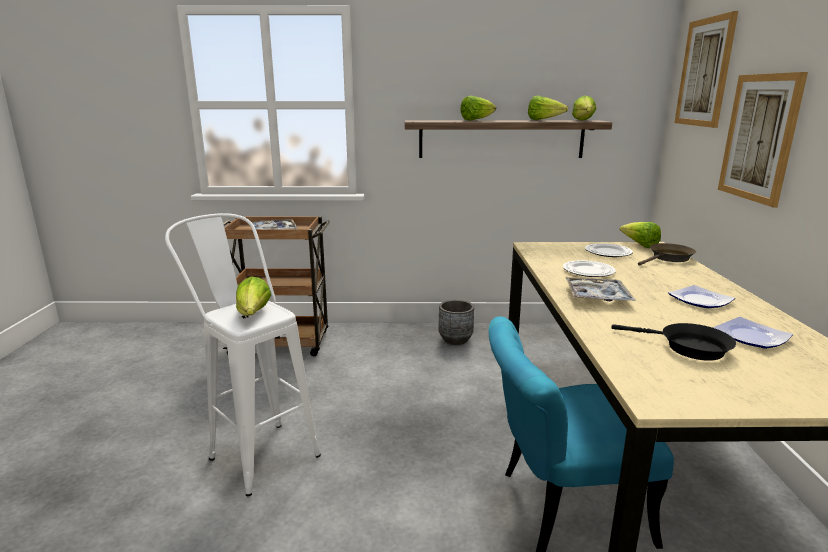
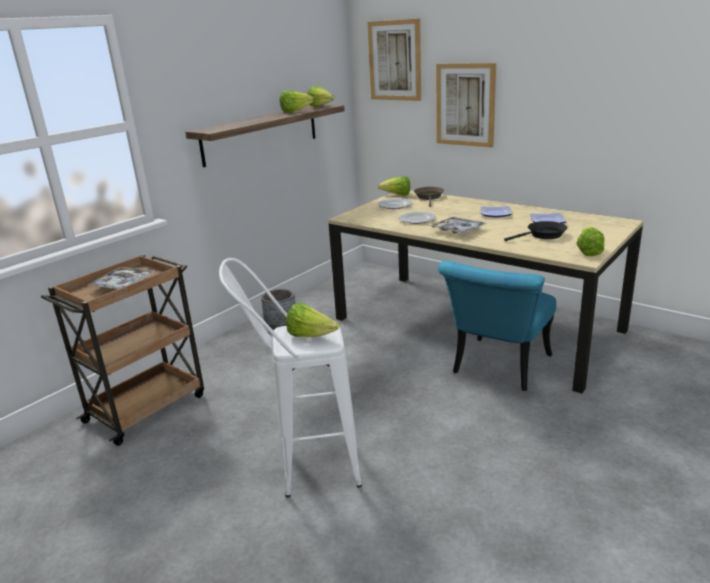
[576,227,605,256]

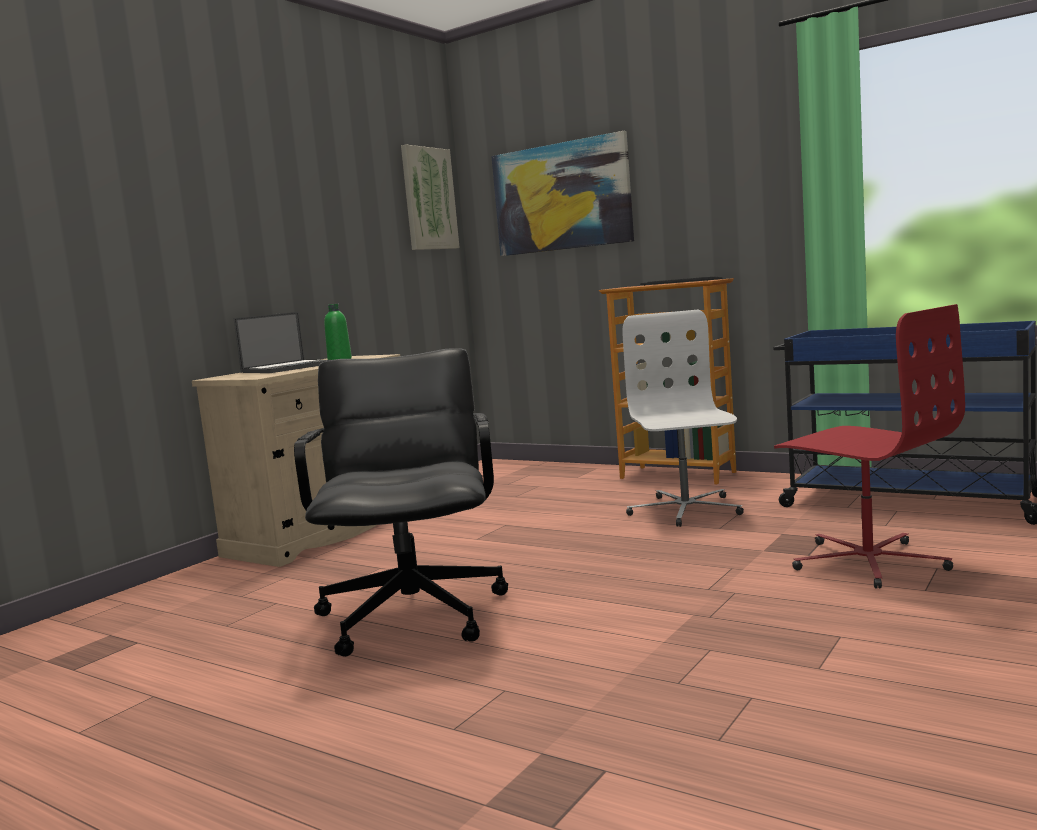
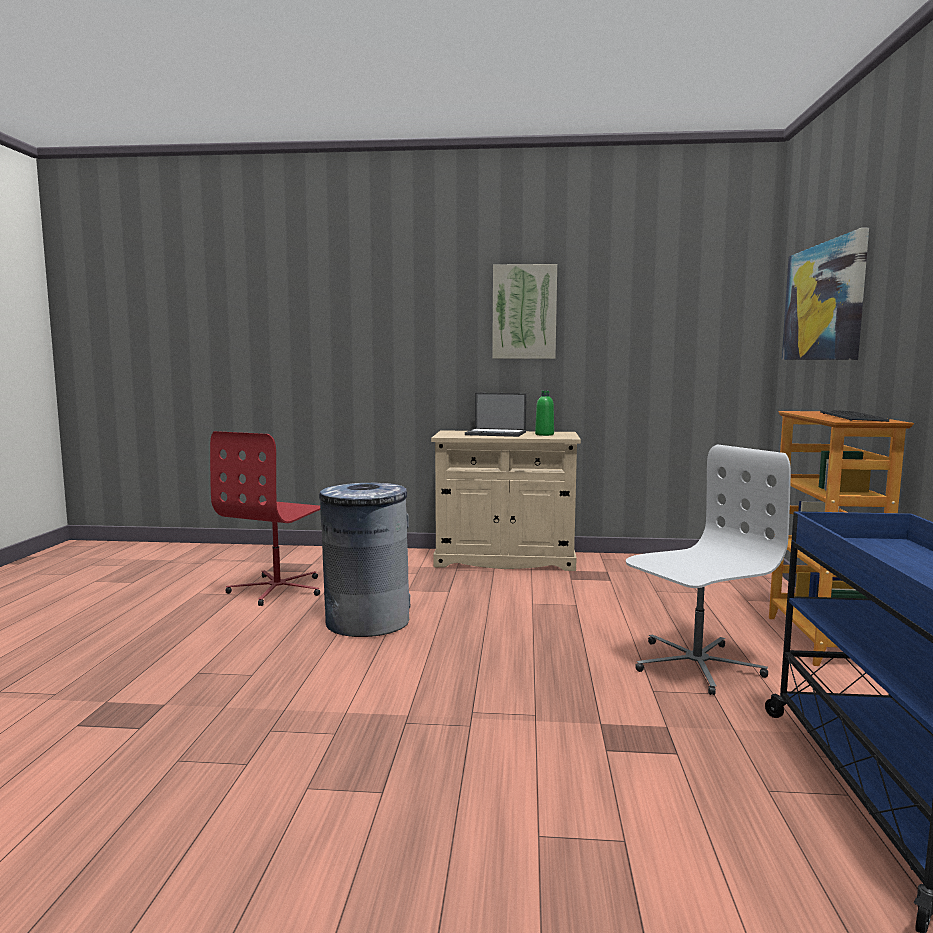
[210,431,320,606]
[319,483,410,637]
[492,264,557,359]

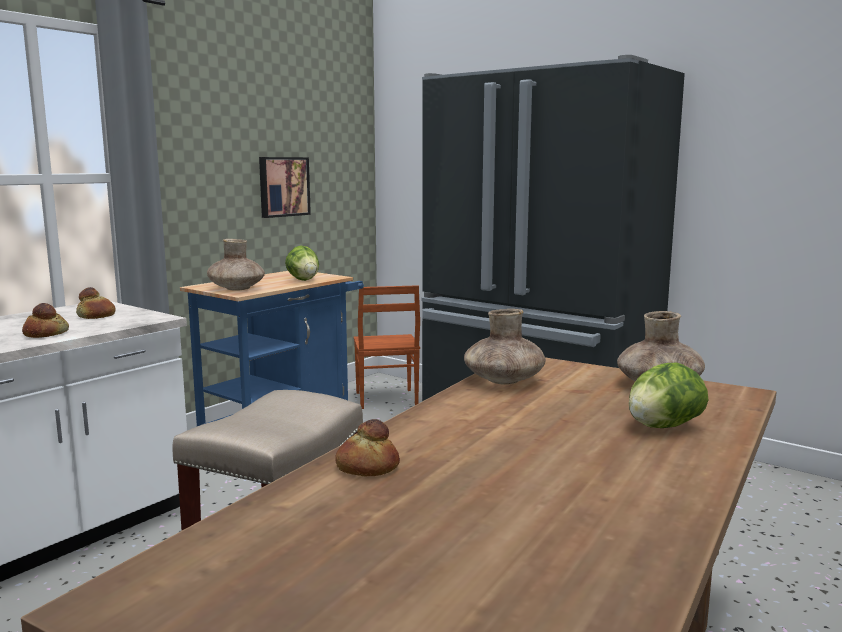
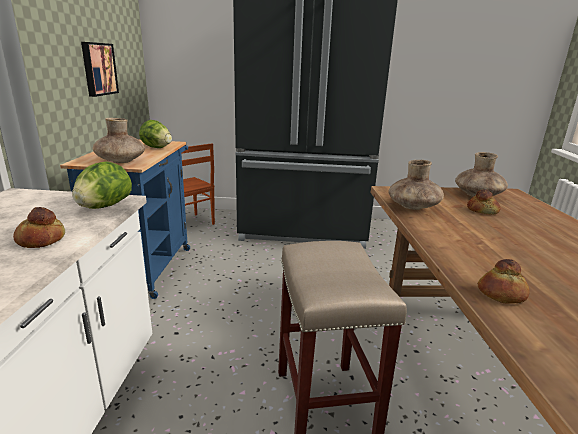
[72,161,132,209]
[467,189,500,215]

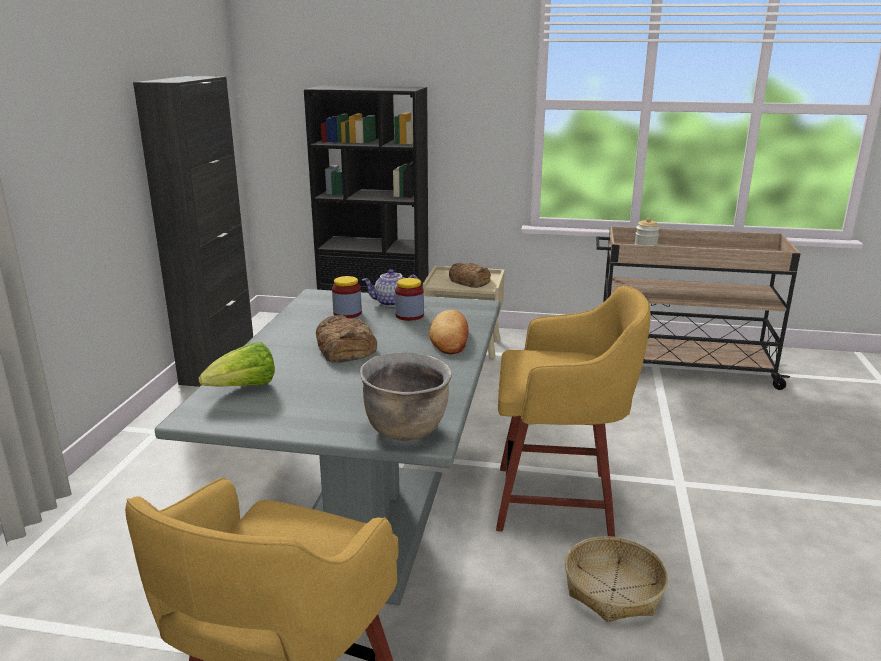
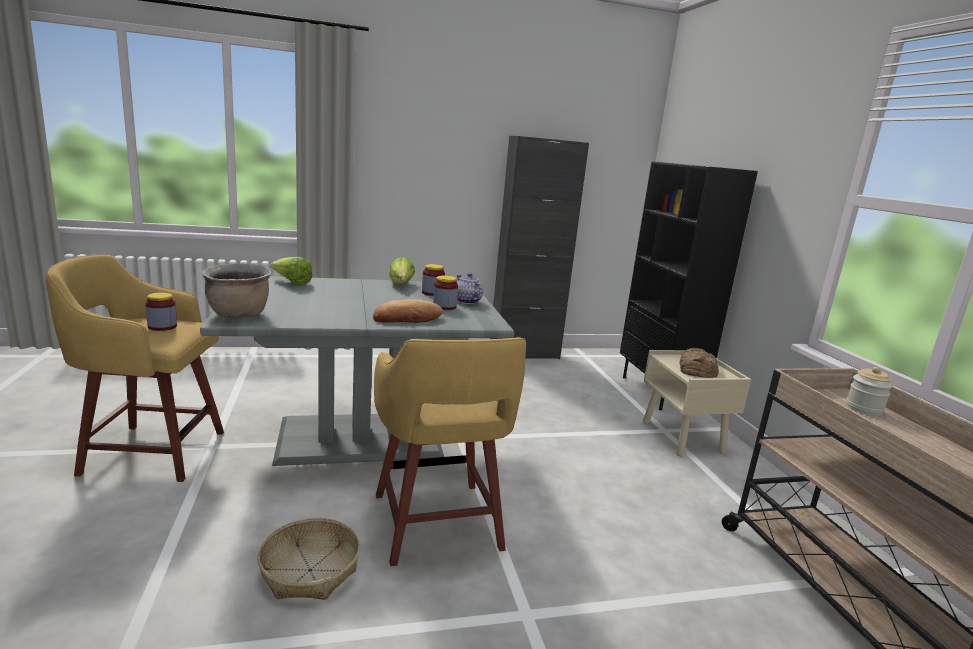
[145,292,177,331]
[389,257,415,283]
[316,315,377,363] (first image)

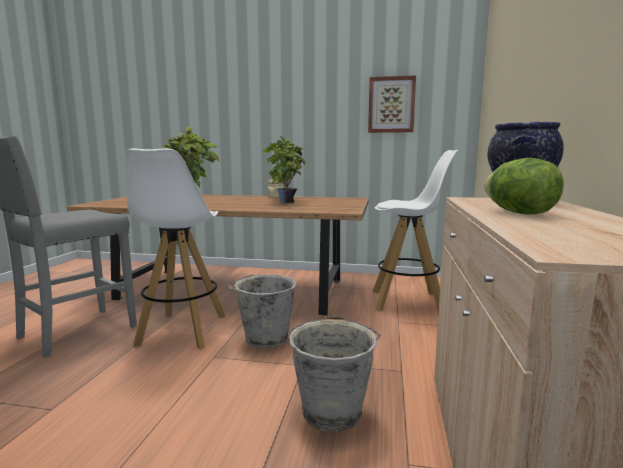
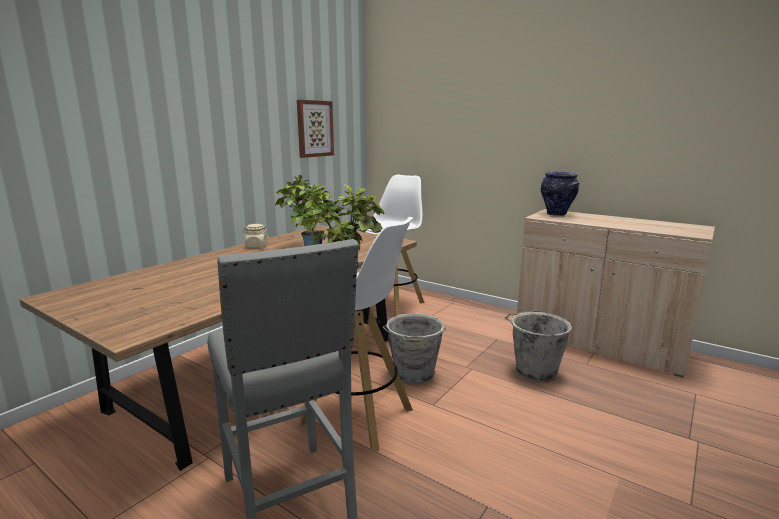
[484,158,564,215] (first image)

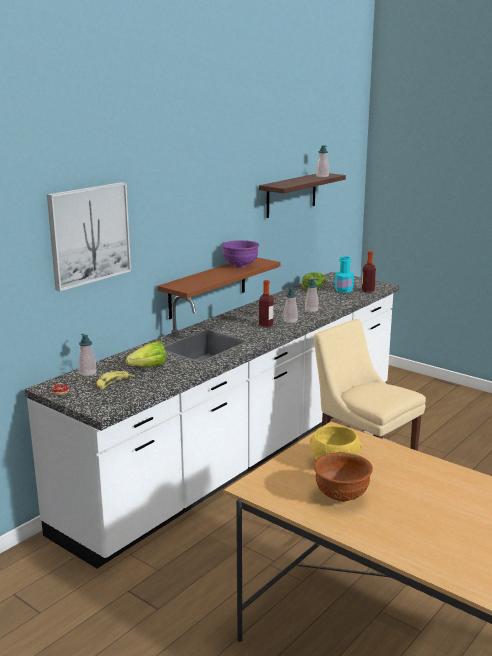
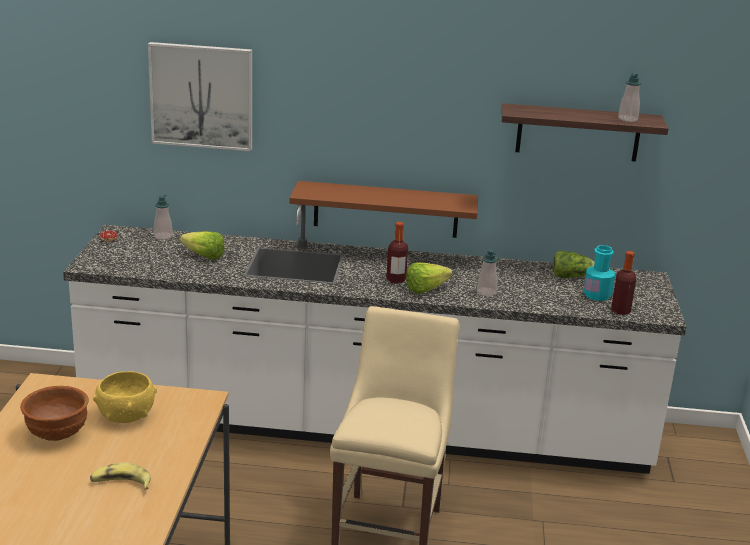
[90,462,151,490]
[406,262,452,293]
[222,240,259,267] (first image)

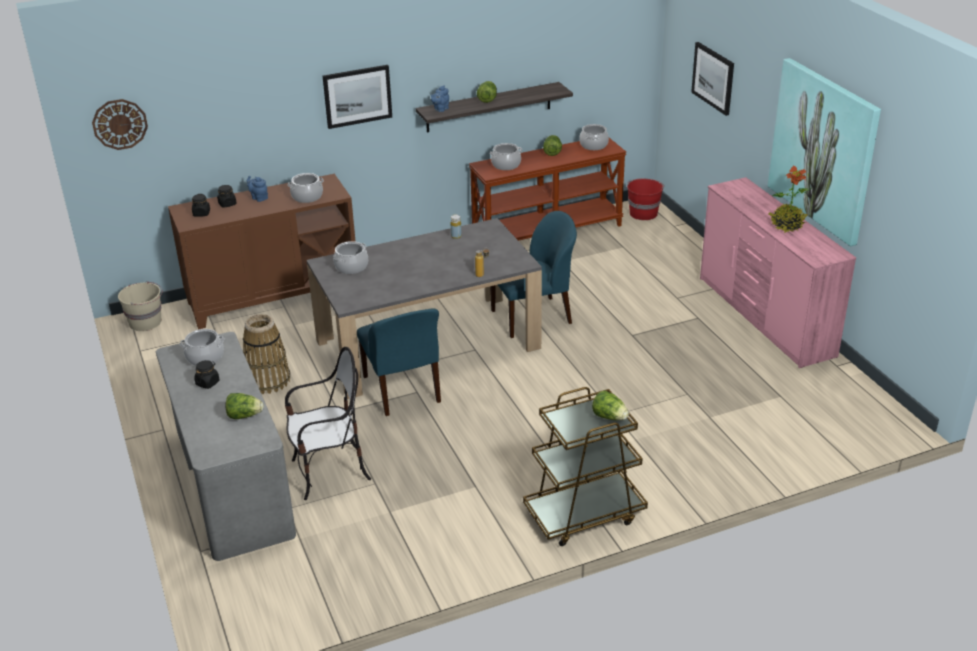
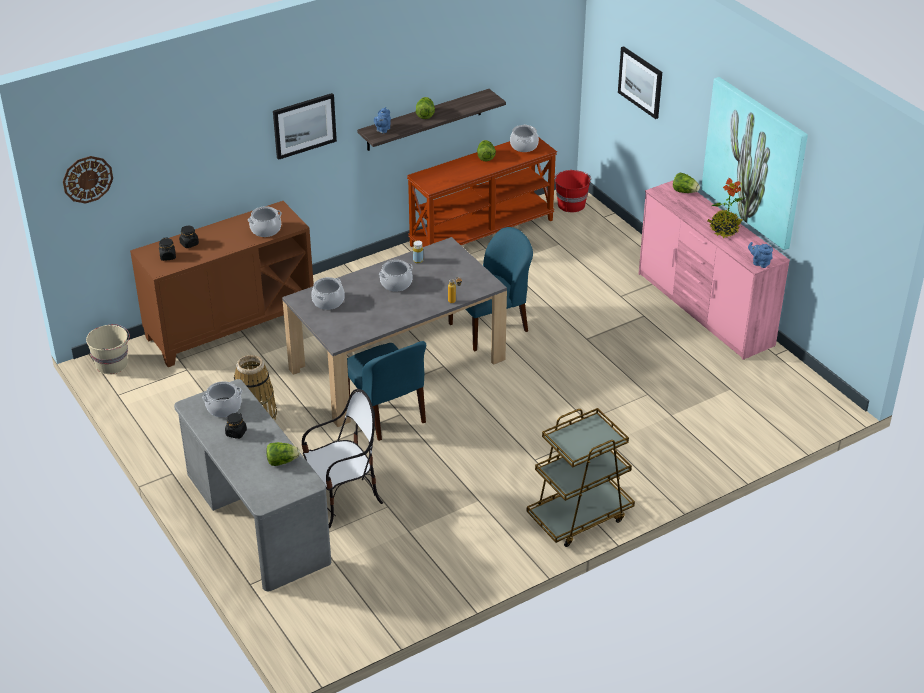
[379,260,413,292]
[673,173,700,193]
[748,242,773,268]

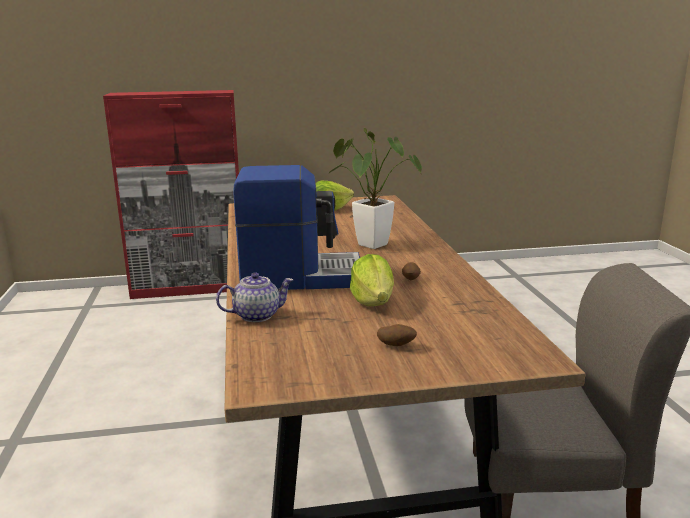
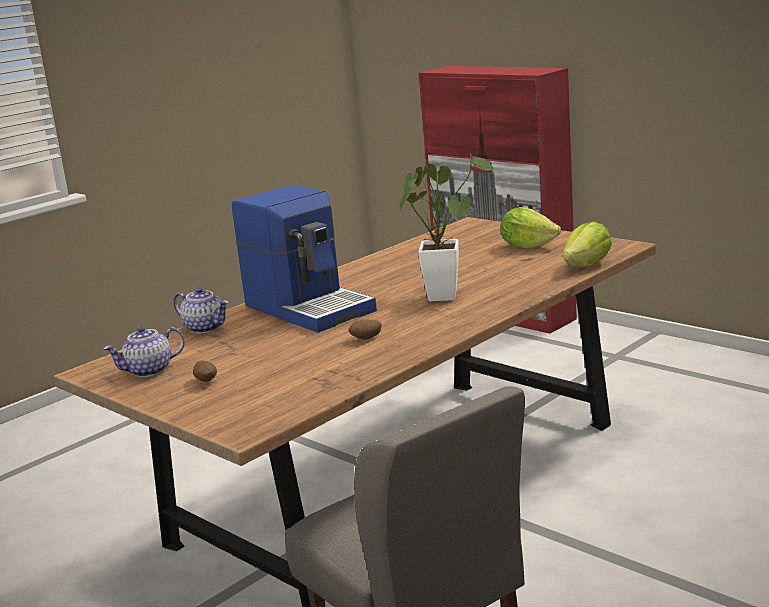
[103,326,185,377]
[563,222,612,267]

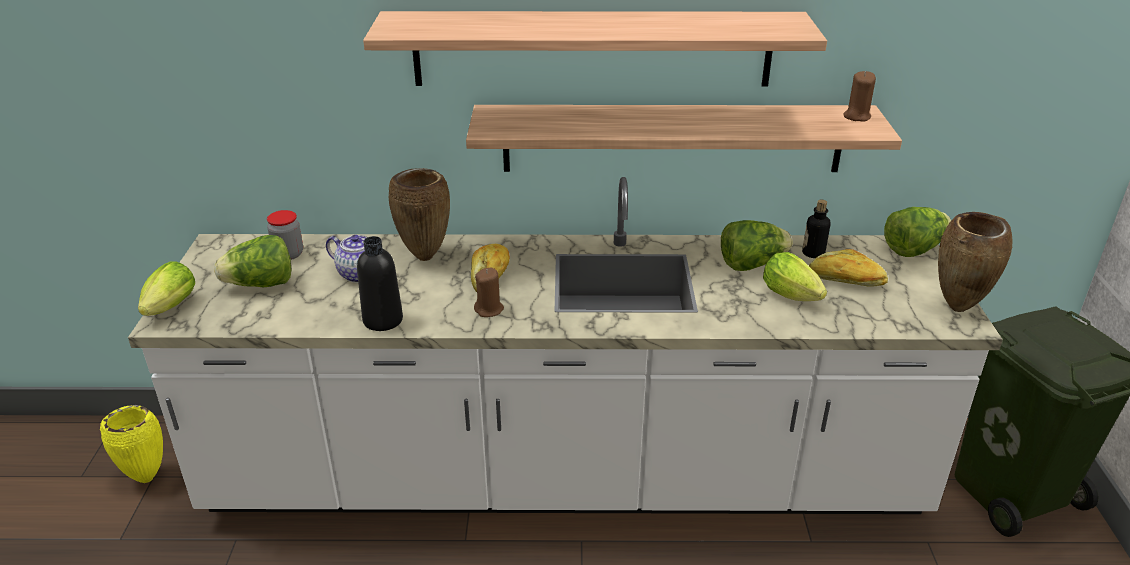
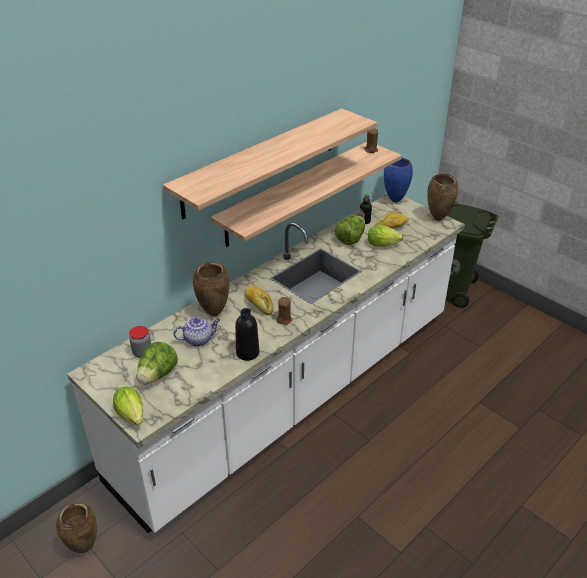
[56,503,97,553]
[384,157,413,203]

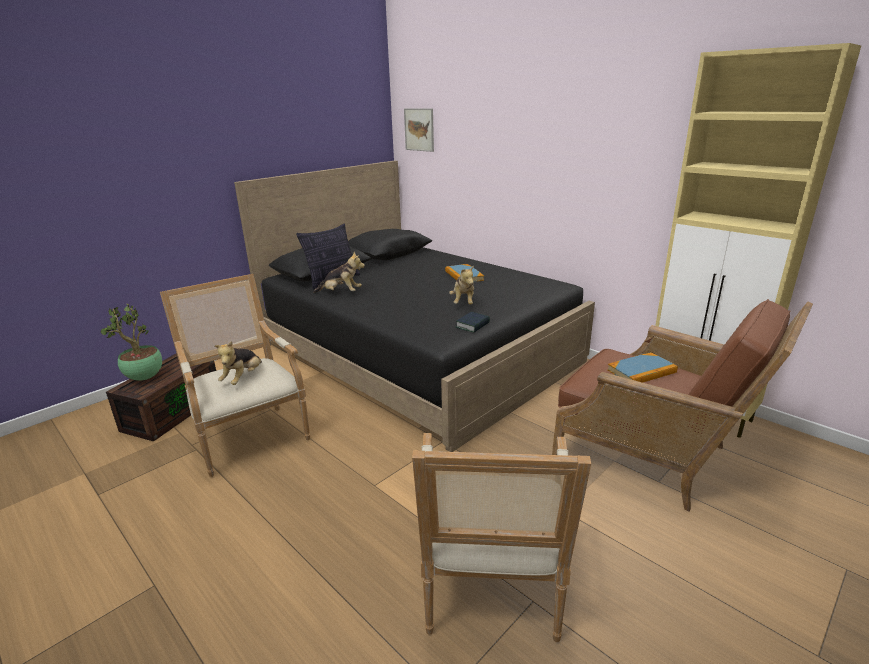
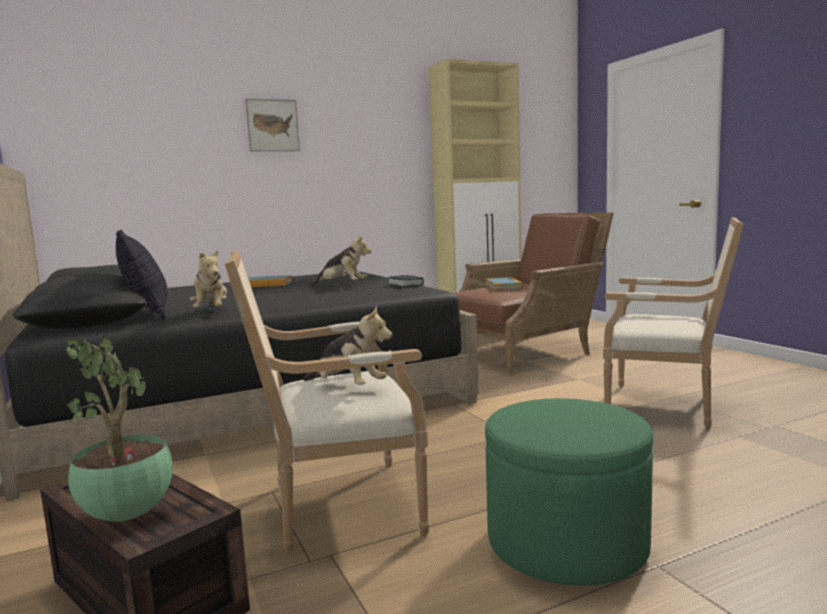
[190,250,227,307]
[245,98,300,152]
[485,398,653,586]

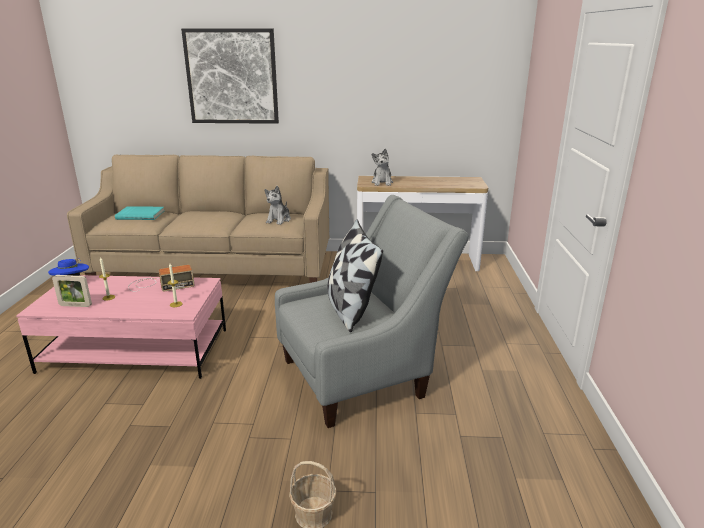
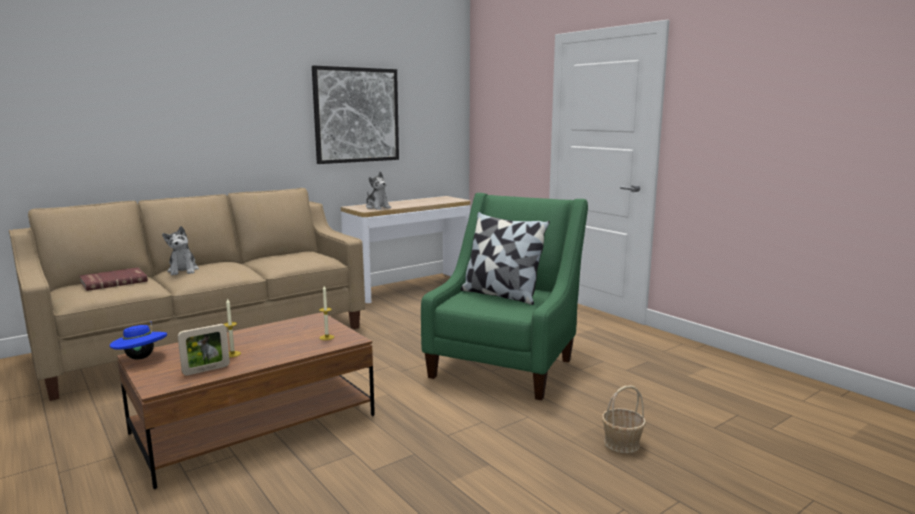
[80,267,148,291]
[117,312,375,489]
[162,226,199,275]
[312,66,399,164]
[421,193,588,401]
[128,265,195,292] (first image)

